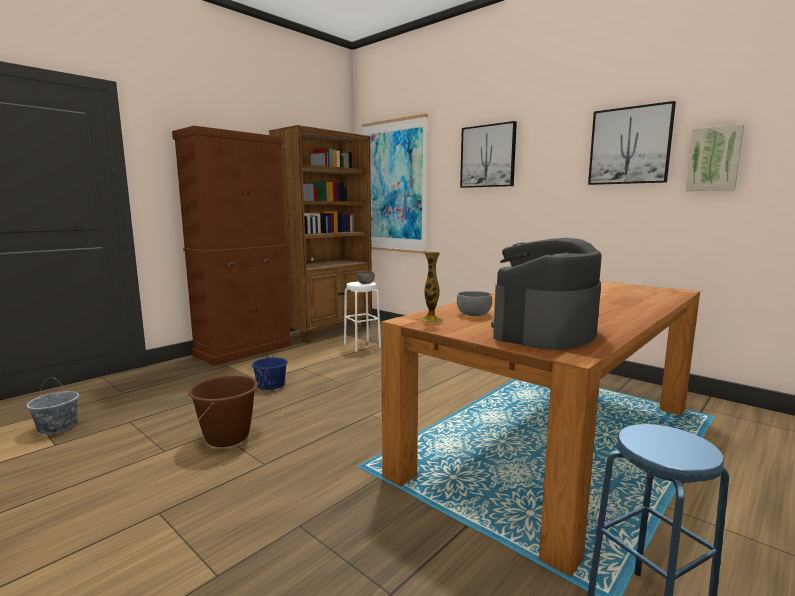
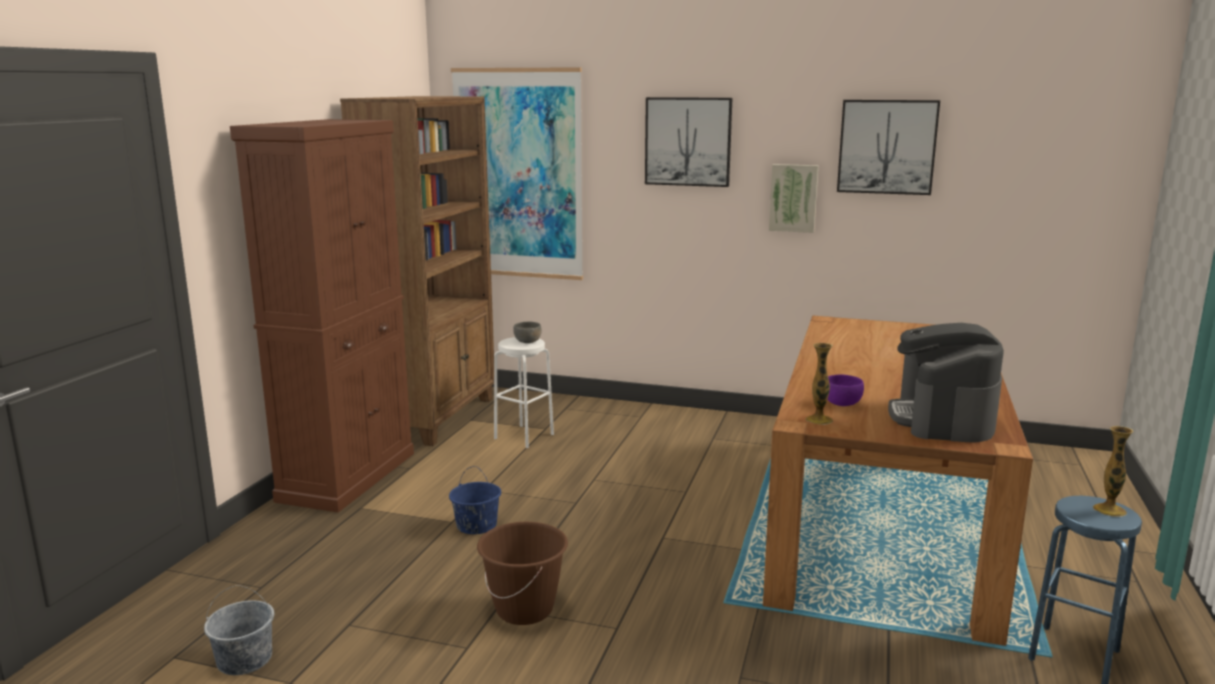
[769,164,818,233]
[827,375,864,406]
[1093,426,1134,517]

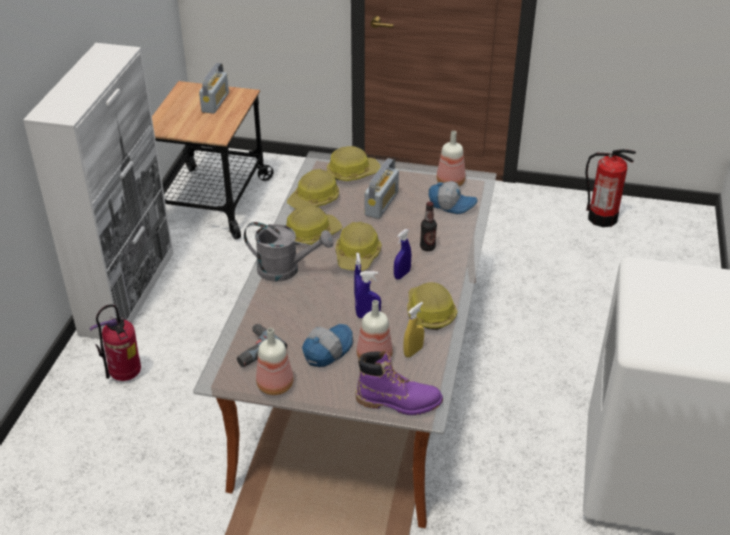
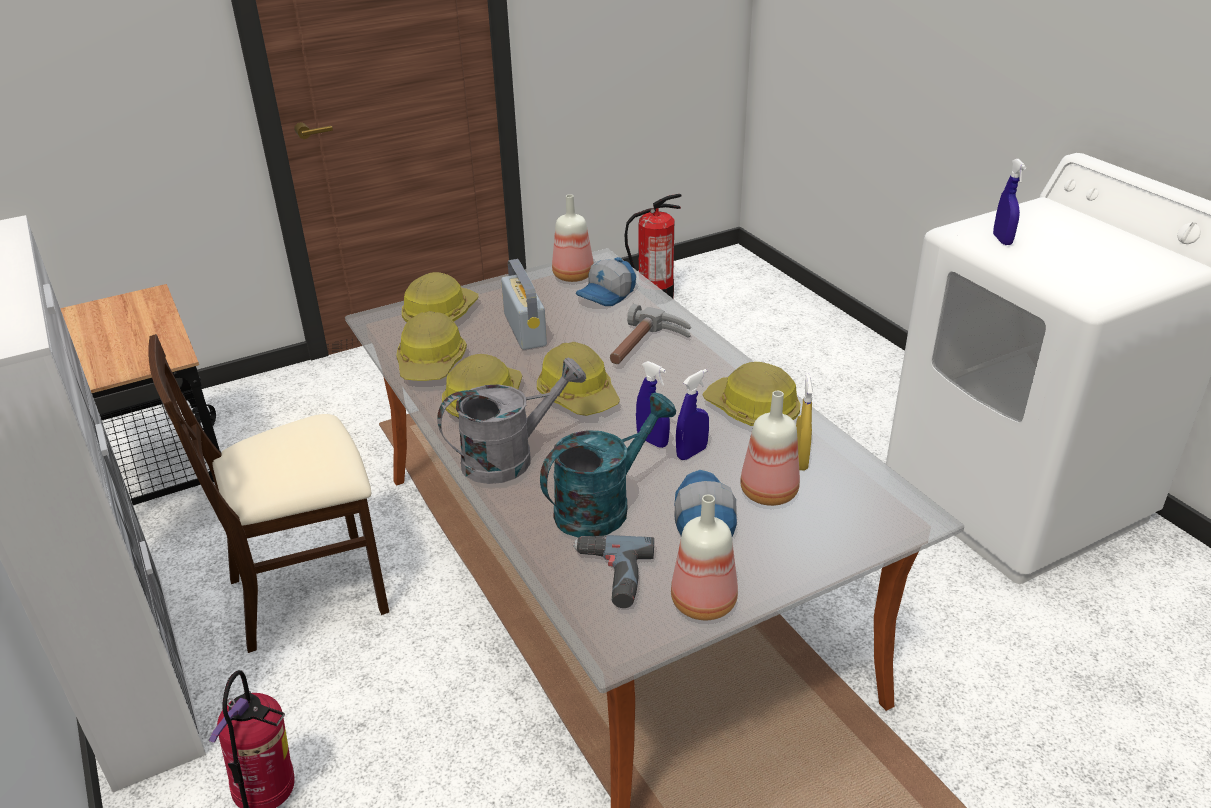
[148,334,389,653]
[540,393,676,538]
[576,257,636,306]
[610,304,691,364]
[993,159,1026,245]
[199,63,229,114] (first image)
[356,351,443,415] (first image)

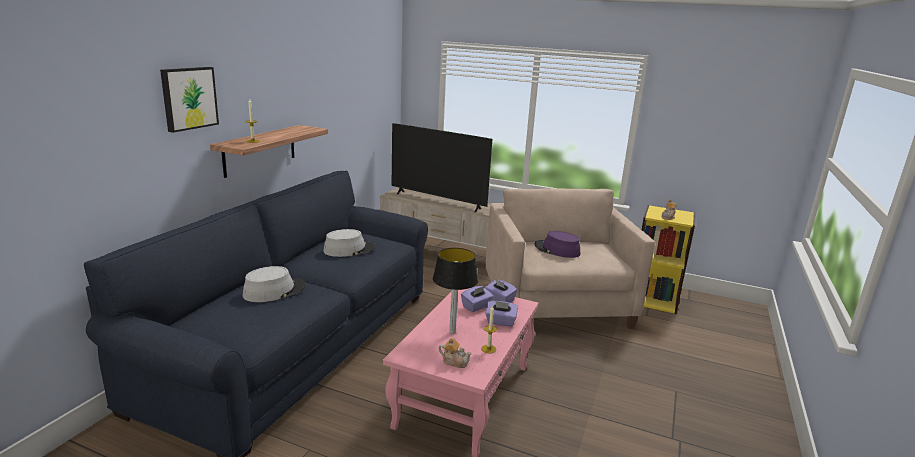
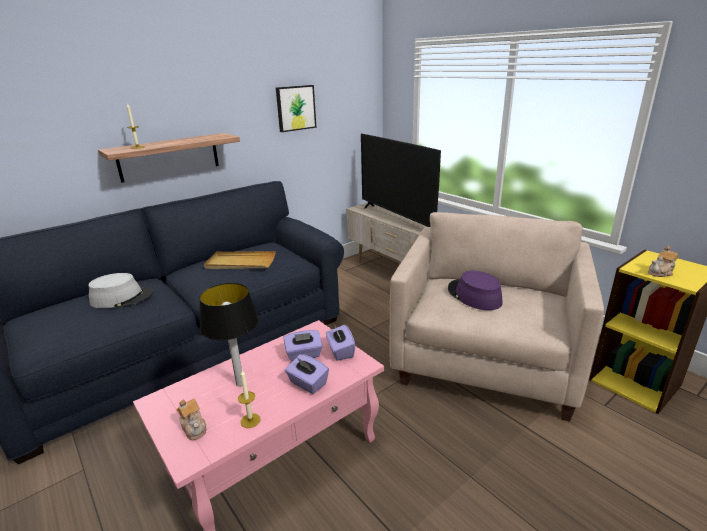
[204,251,275,269]
[276,85,316,132]

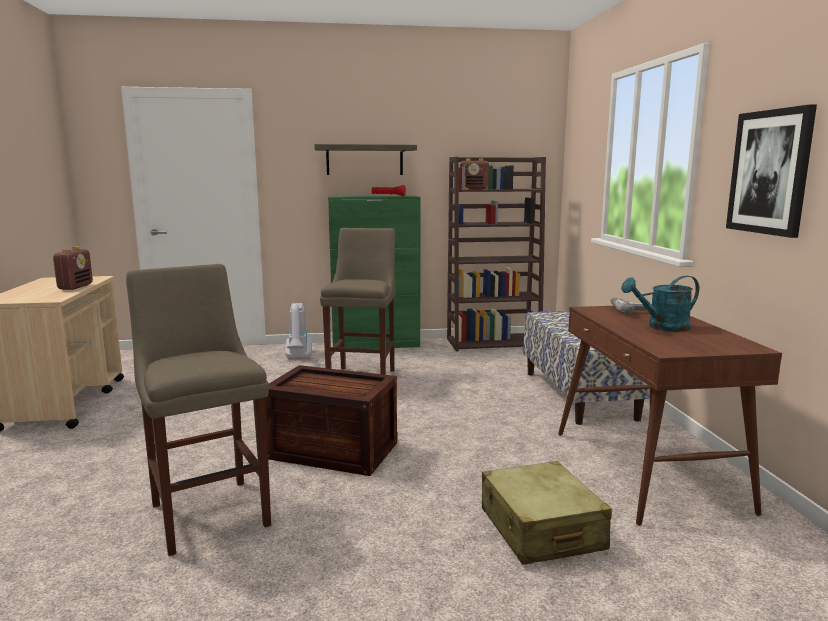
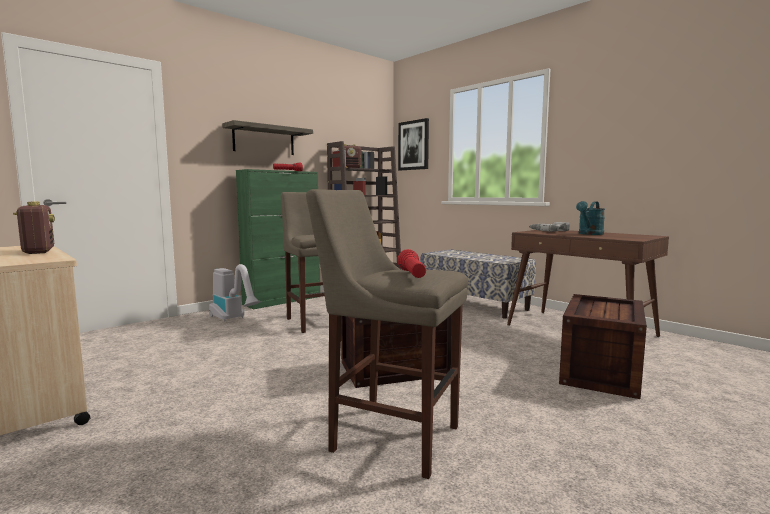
[397,249,426,278]
[398,118,429,170]
[559,294,647,399]

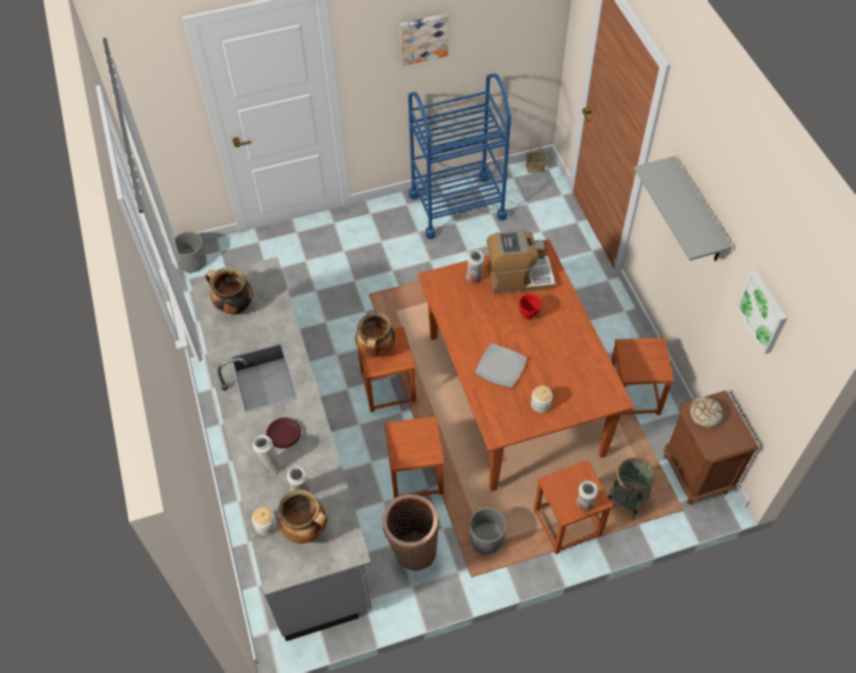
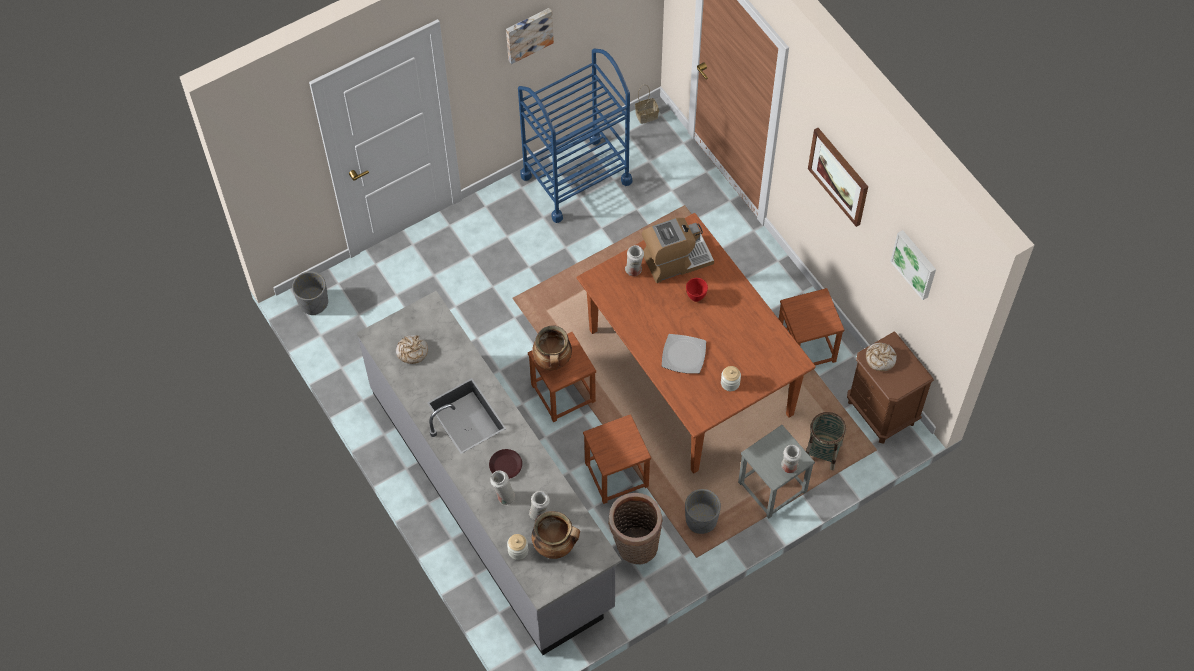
[396,335,428,364]
[738,425,815,518]
[808,128,868,227]

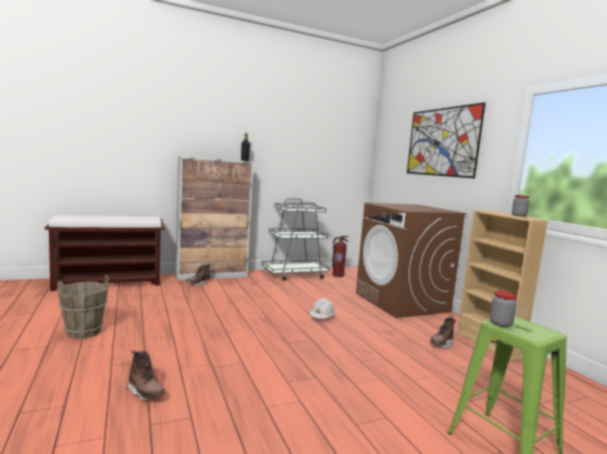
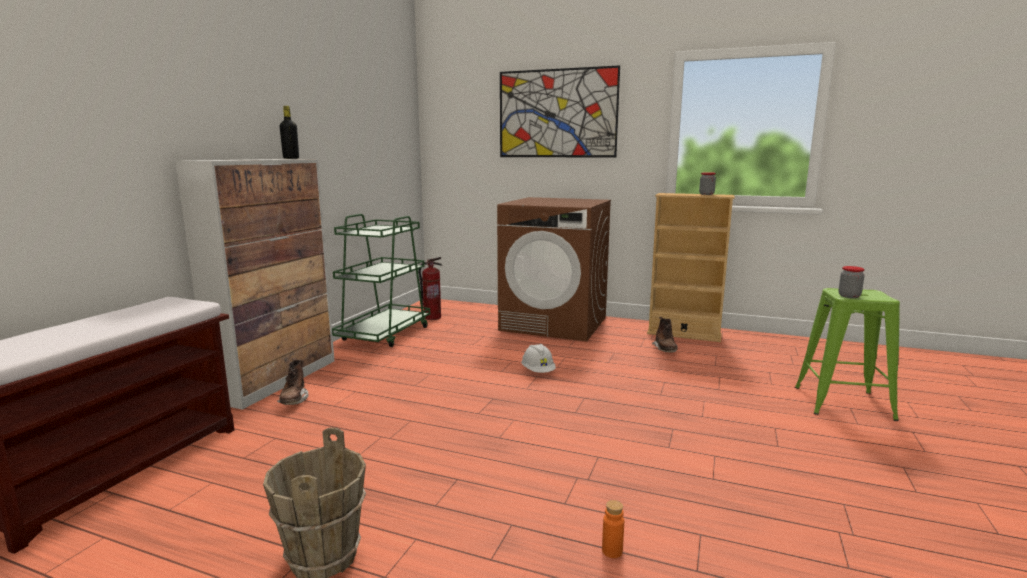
[332,214,430,347]
[602,500,624,558]

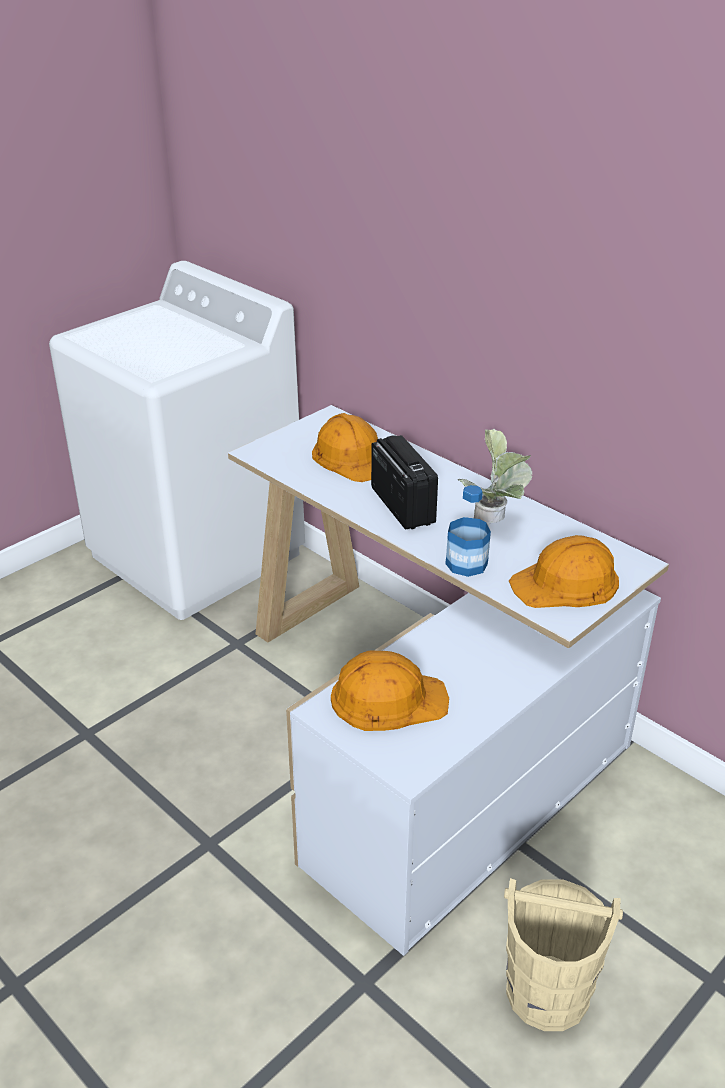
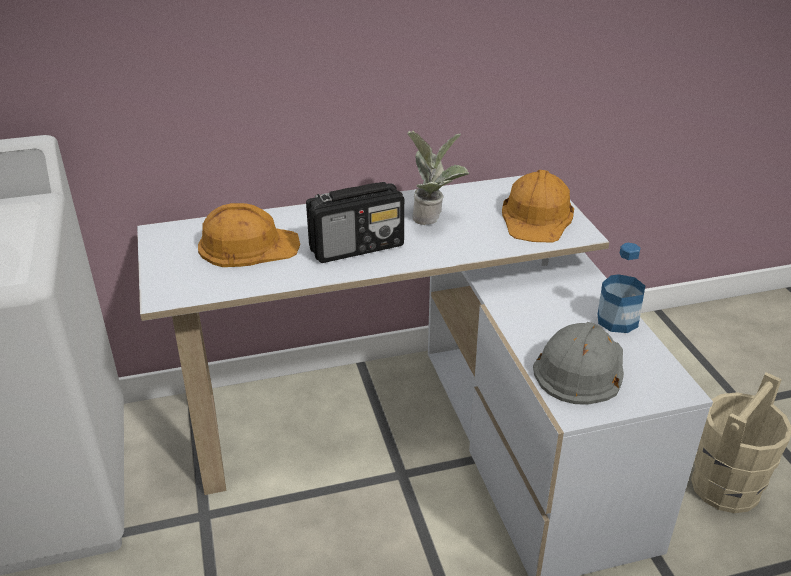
[306,182,404,263]
[533,322,624,405]
[598,243,645,333]

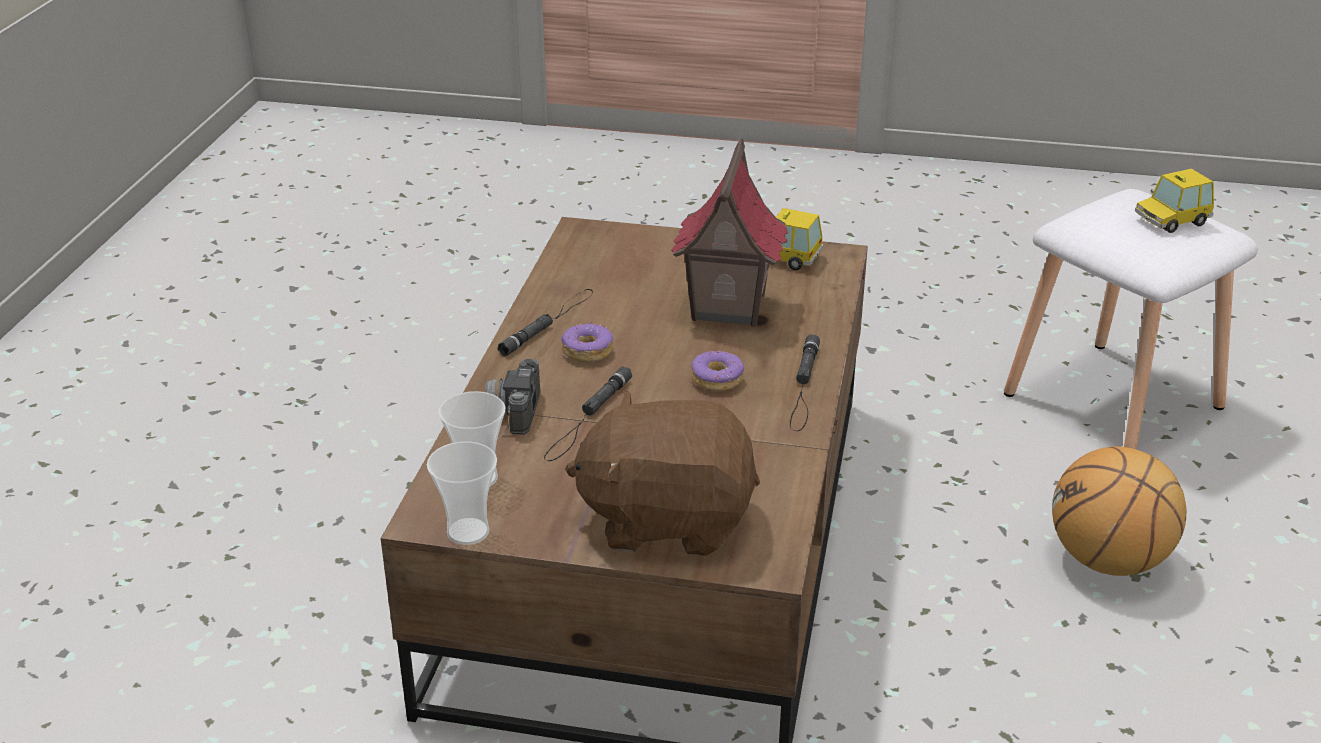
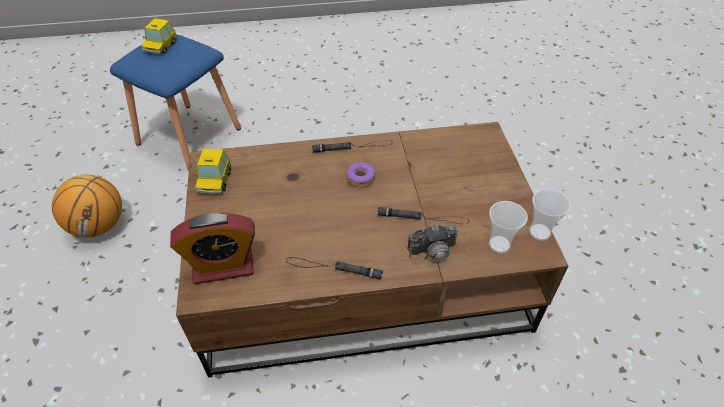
[52,174,122,237]
[110,34,241,171]
[141,18,177,54]
[170,213,255,285]
[561,322,613,362] (first image)
[565,389,760,556] (first image)
[671,138,788,327] (first image)

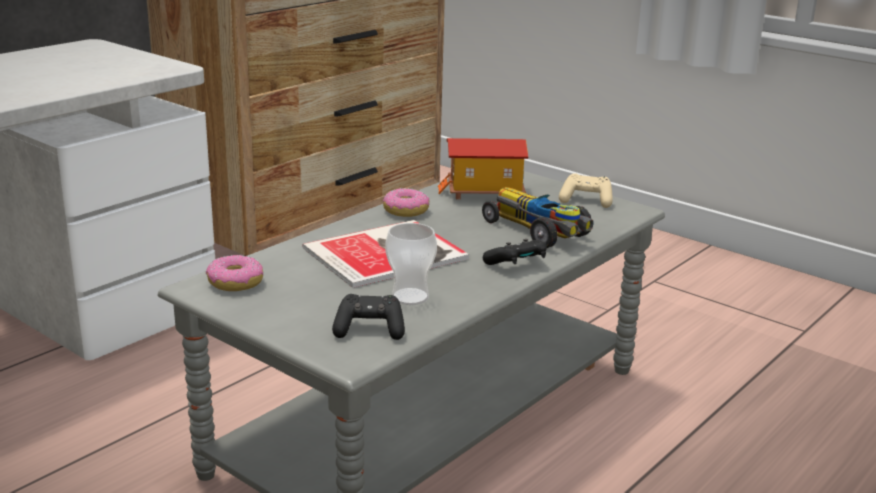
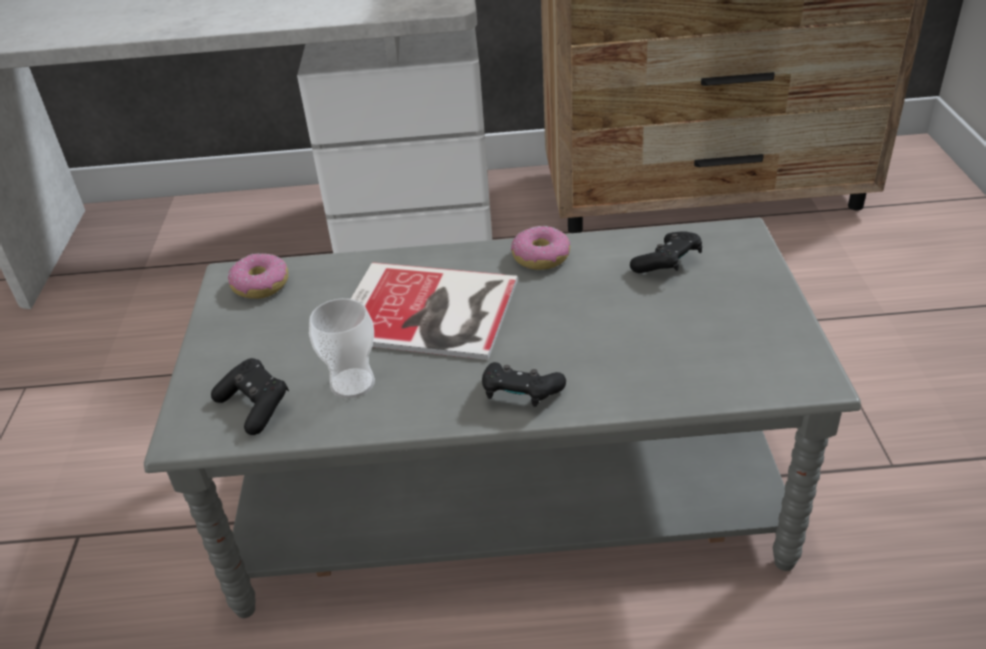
[630,231,702,273]
[482,187,593,248] (first image)
[559,173,613,208] (first image)

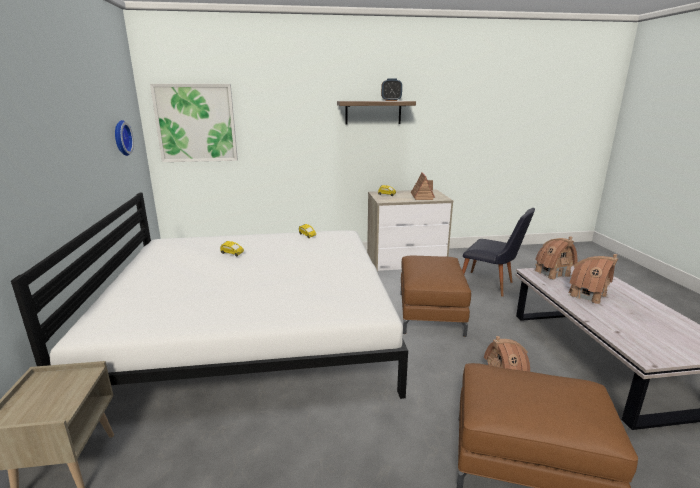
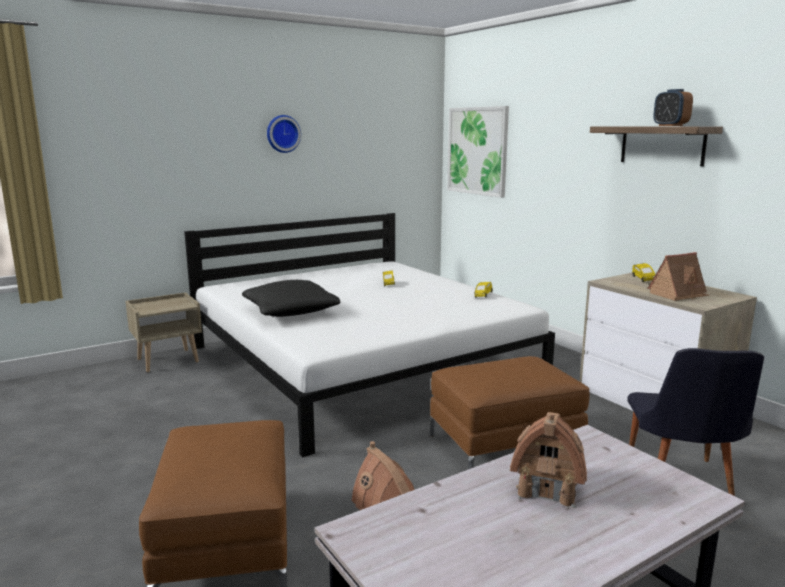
[242,280,340,317]
[267,115,301,153]
[534,236,578,280] (first image)

